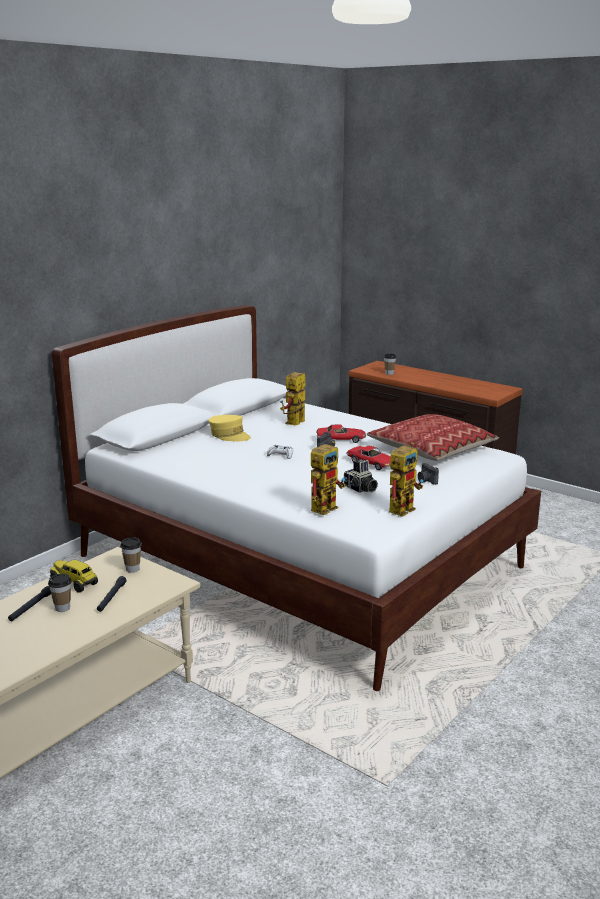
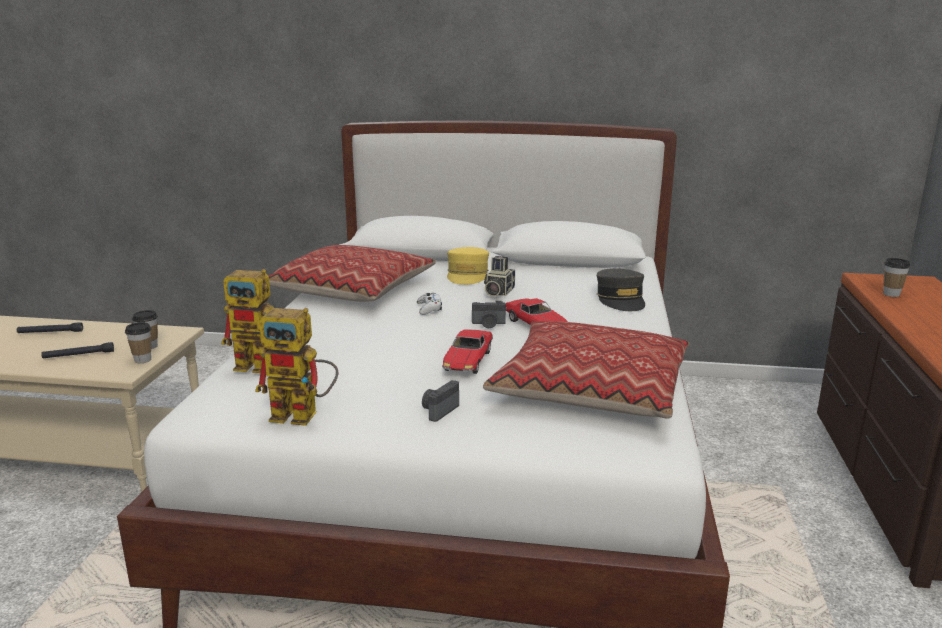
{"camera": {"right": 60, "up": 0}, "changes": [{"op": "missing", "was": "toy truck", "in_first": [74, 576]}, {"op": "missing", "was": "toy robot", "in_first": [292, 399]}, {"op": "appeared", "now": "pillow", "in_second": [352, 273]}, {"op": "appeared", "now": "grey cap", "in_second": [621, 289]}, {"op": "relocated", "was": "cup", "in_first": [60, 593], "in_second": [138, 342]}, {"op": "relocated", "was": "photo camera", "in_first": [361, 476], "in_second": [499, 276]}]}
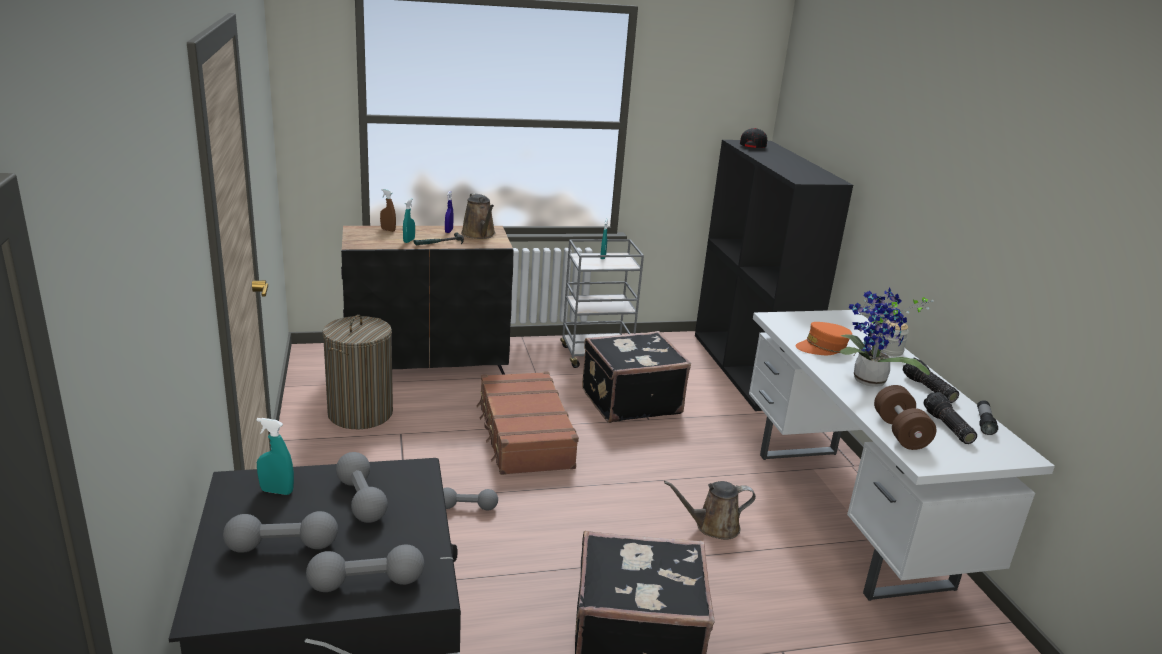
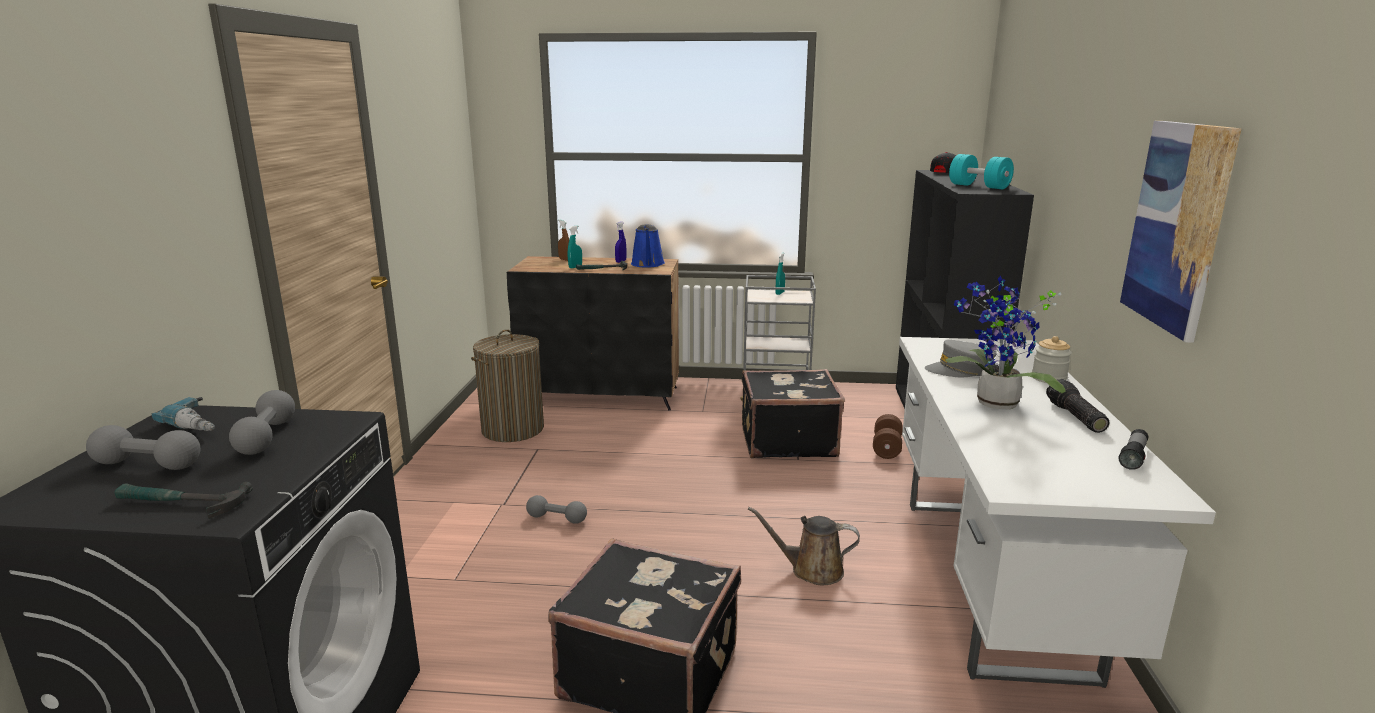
{"camera": {"right": 20, "up": -5}, "changes": [{"op": "missing", "was": "brown suitcase", "in_first": [527, 423]}, {"op": "missing", "was": "flashlight", "in_first": [950, 418]}, {"op": "appeared", "now": "turquoise dumbbell", "in_second": [981, 171]}, {"op": "appeared", "now": "picture", "in_second": [1181, 232]}, {"op": "relocated", "was": "brown dumbbell", "in_first": [905, 417], "in_second": [888, 436]}, {"op": "exchanged", "was": "turquoise spray bottle", "now": "power drill", "in_first": [275, 456], "in_second": [183, 414]}, {"op": "exchanged", "was": "grey dumbbell", "now": "hammer", "in_first": [365, 568], "in_second": [184, 500]}, {"op": "colour", "was": "brown watering can", "now": "blue watering can", "in_first": [478, 216], "in_second": [648, 246]}, {"op": "colour", "was": "orange cap", "now": "grey cap", "in_first": [823, 338], "in_second": [961, 358]}]}
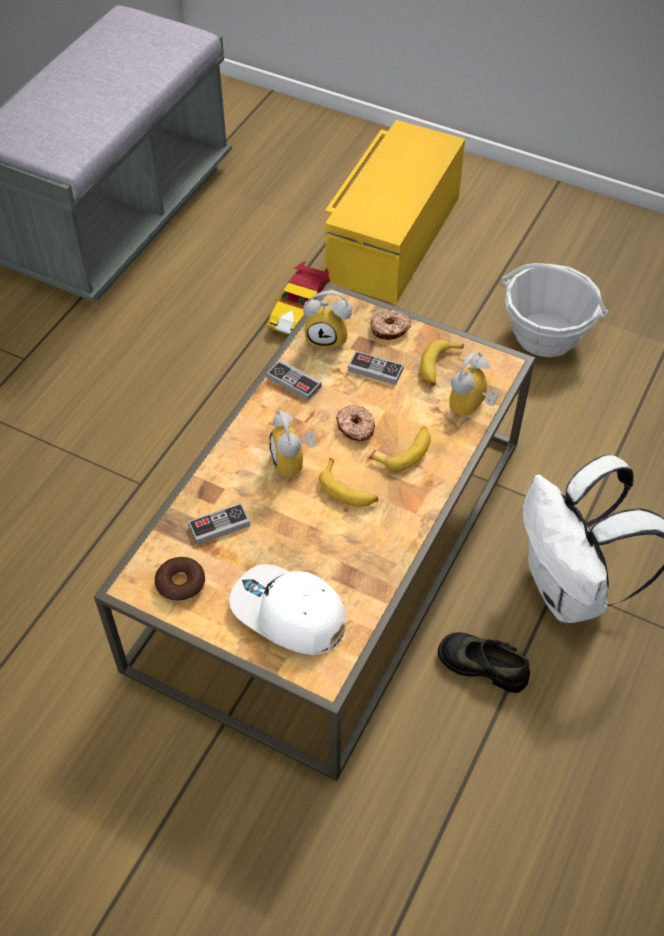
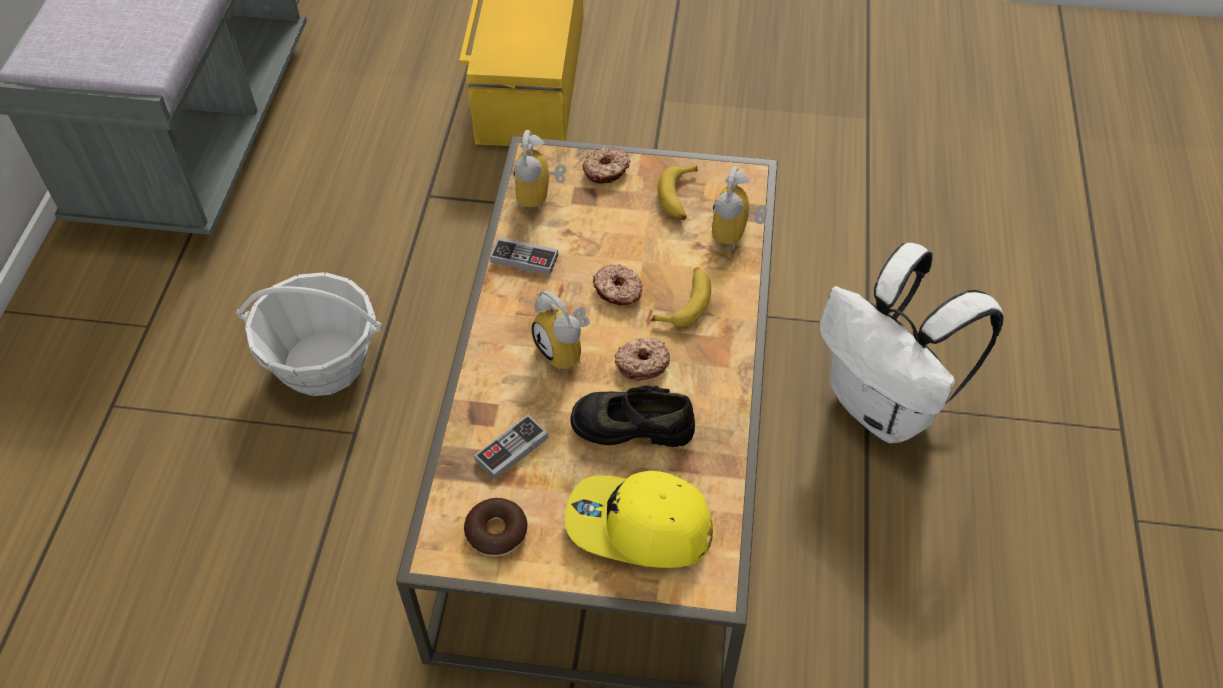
{"camera": {"right": -20, "up": 0}, "changes": [{"op": "missing", "was": "toy car", "in_first": [298, 297]}, {"op": "missing", "was": "game controller", "in_first": [376, 368]}, {"op": "relocated", "was": "black shoe", "in_first": [484, 662], "in_second": [632, 416]}, {"op": "relocated", "was": "basket", "in_first": [555, 310], "in_second": [309, 334]}, {"op": "exchanged", "was": "banana", "now": "donut", "in_first": [348, 482], "in_second": [642, 359]}, {"op": "colour", "was": "white cap", "now": "yellow cap", "in_first": [287, 609], "in_second": [639, 519]}, {"op": "spun", "was": "alarm clock", "in_first": [327, 320], "in_second": [540, 171], "clockwise": 105}]}
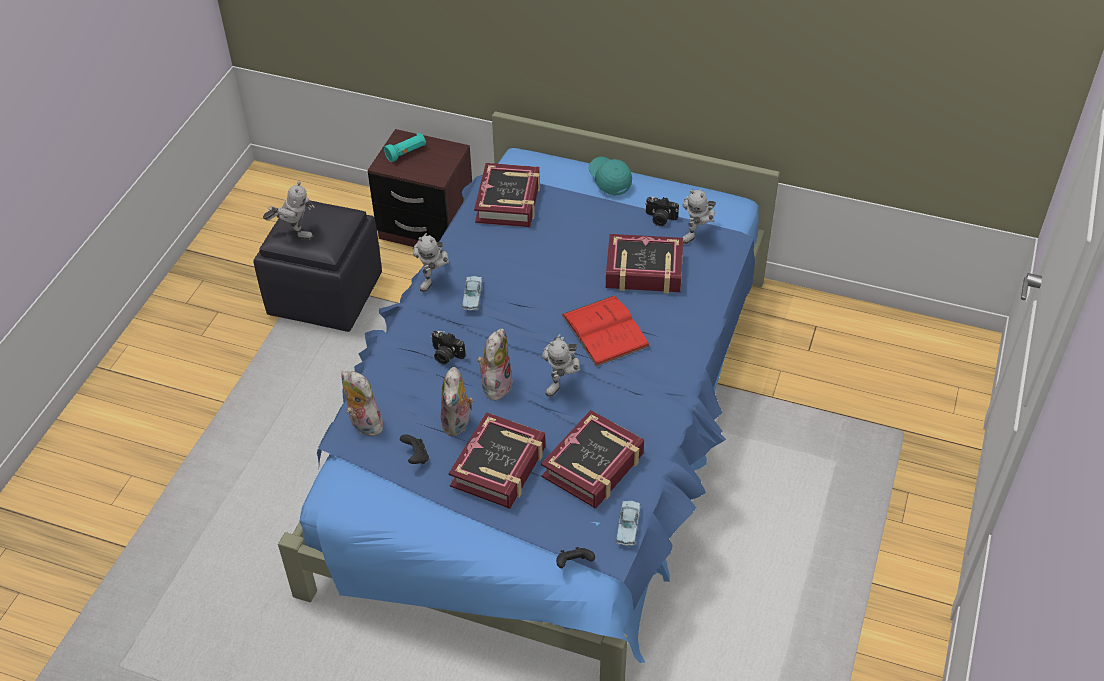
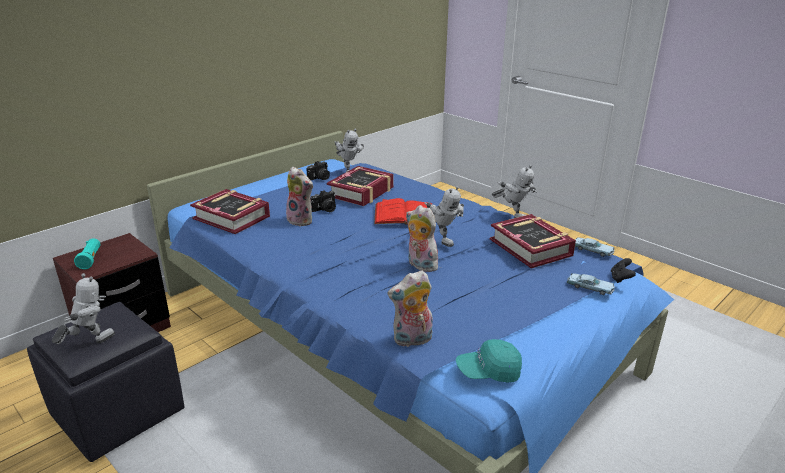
{"camera": {"right": -65, "up": -20}, "changes": [{"op": "missing", "was": "black game controller", "in_first": [414, 449]}, {"op": "missing", "was": "book", "in_first": [497, 460]}, {"op": "relocated", "was": "toy robot", "in_first": [431, 262], "in_second": [514, 191]}, {"op": "relocated", "was": "photo camera", "in_first": [448, 347], "in_second": [323, 201]}, {"op": "relocated", "was": "plush toy", "in_first": [457, 401], "in_second": [299, 196]}, {"op": "relocated", "was": "blue toy car", "in_first": [472, 293], "in_second": [591, 284]}, {"op": "relocated", "was": "turquoise cap", "in_first": [610, 176], "in_second": [489, 361]}]}
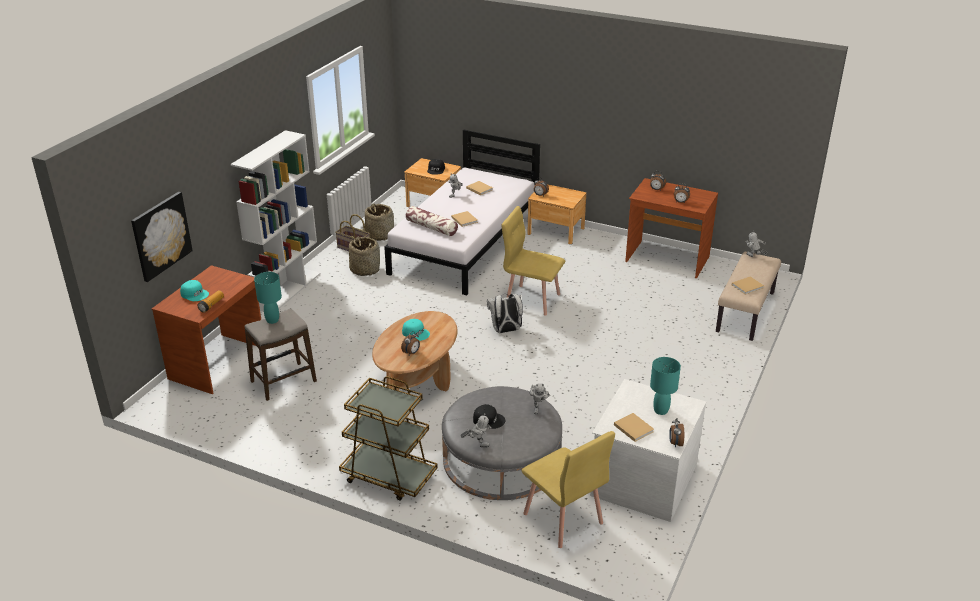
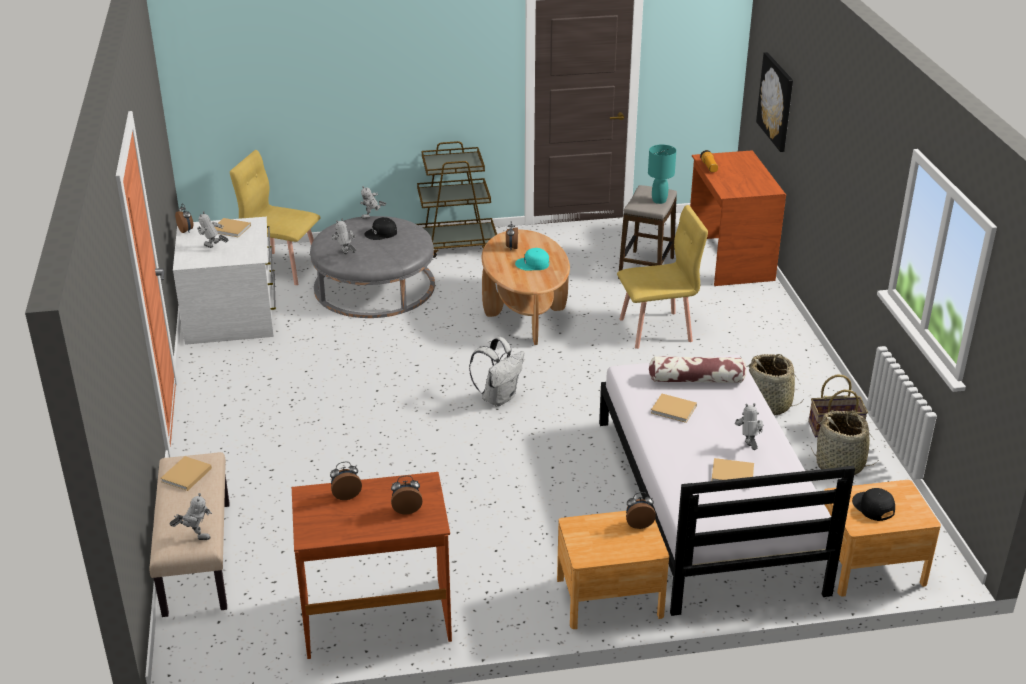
{"camera": {"right": 145, "up": 0}, "changes": [{"op": "missing", "was": "turquoise cap", "in_first": [194, 290]}, {"op": "missing", "was": "white bookcase", "in_first": [276, 221]}, {"op": "relocated", "was": "yellow chair", "in_first": [533, 261], "in_second": [662, 277]}, {"op": "exchanged", "was": "turquoise table lamp", "now": "toy robot", "in_first": [665, 386], "in_second": [213, 229]}]}
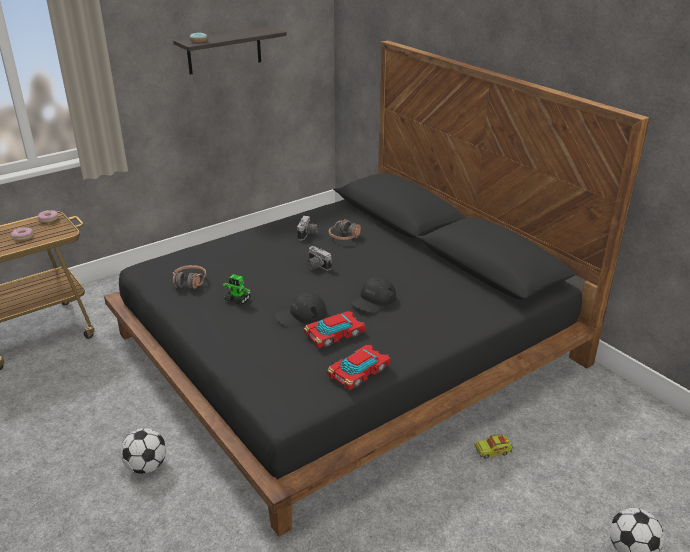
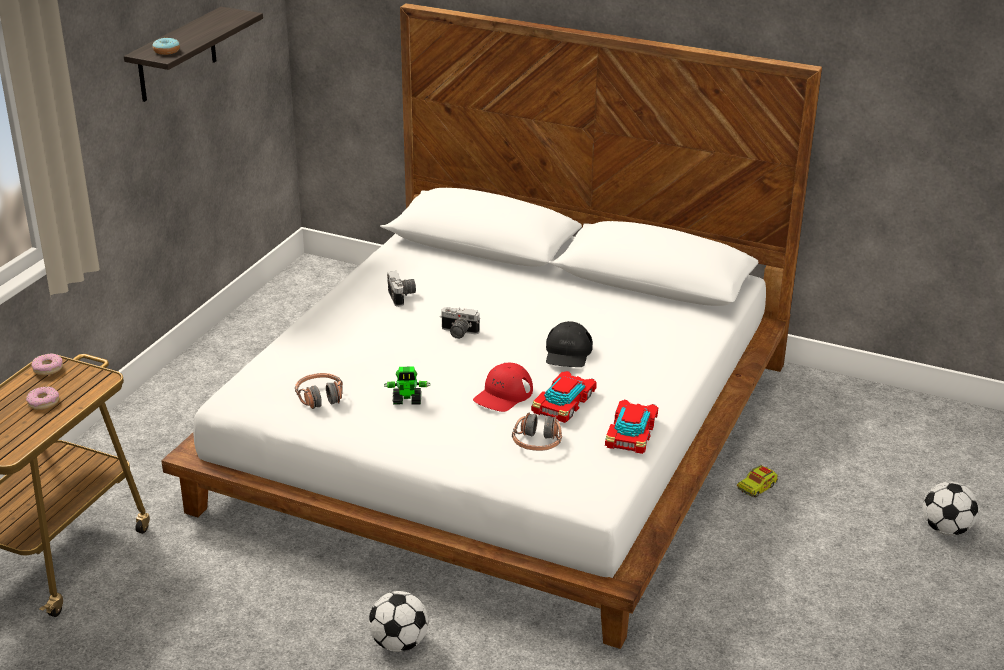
{"camera": {"right": -30, "up": 0}, "changes": [{"op": "relocated", "was": "headphones", "in_first": [345, 229], "in_second": [537, 432]}, {"op": "colour", "was": "black bed", "now": "white bed", "in_first": [376, 288], "in_second": [491, 326]}, {"op": "colour", "was": "black cap", "now": "red cap", "in_first": [301, 310], "in_second": [503, 387]}]}
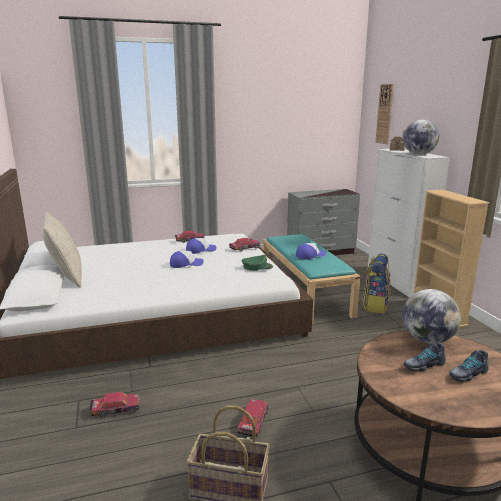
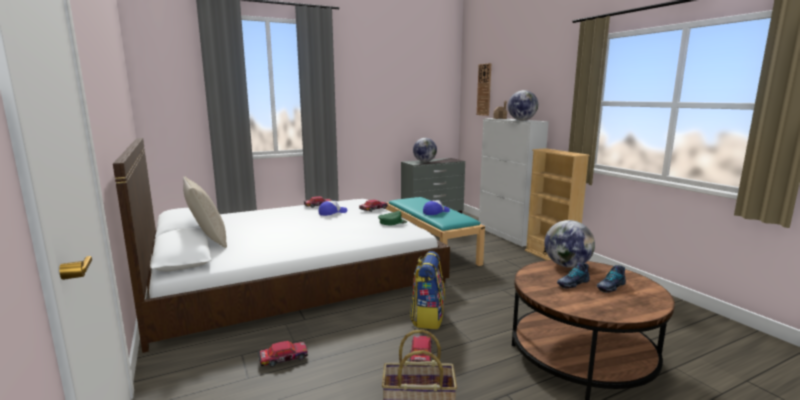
{"camera": {"right": -10, "up": -5}, "changes": [{"op": "missing", "was": "cap", "in_first": [187, 259]}, {"op": "appeared", "now": "globe", "in_second": [425, 150]}, {"op": "relocated", "was": "backpack", "in_first": [376, 283], "in_second": [427, 290]}]}
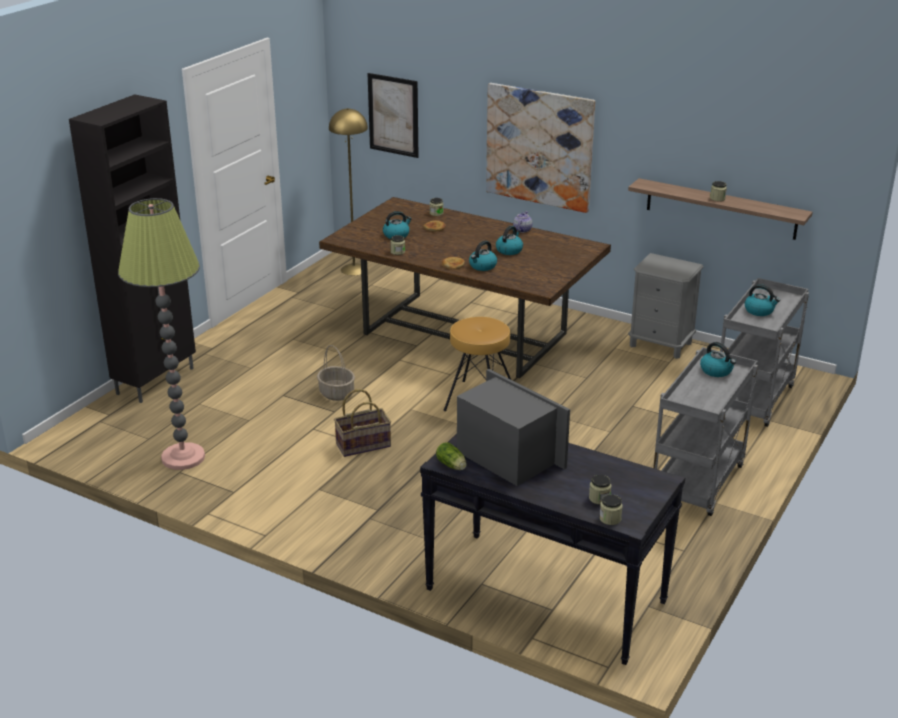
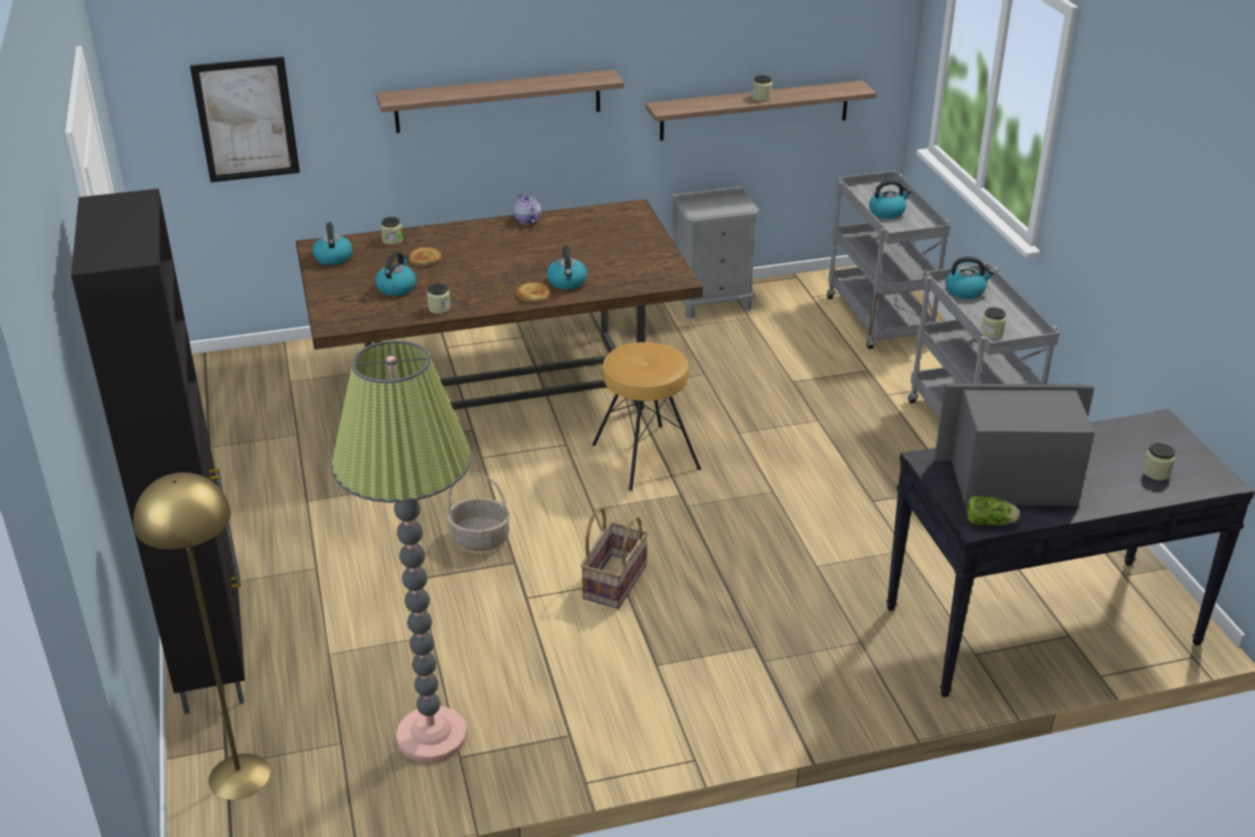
{"camera": {"right": -45, "up": 5}, "changes": [{"op": "relocated", "was": "yellow floor lamp", "in_first": [348, 191], "in_second": [201, 636]}, {"op": "relocated", "was": "kettle", "in_first": [509, 240], "in_second": [332, 243]}, {"op": "relocated", "was": "jar", "in_first": [611, 509], "in_second": [993, 322]}, {"op": "exchanged", "was": "picture", "now": "shelf", "in_first": [540, 148], "in_second": [500, 101]}]}
